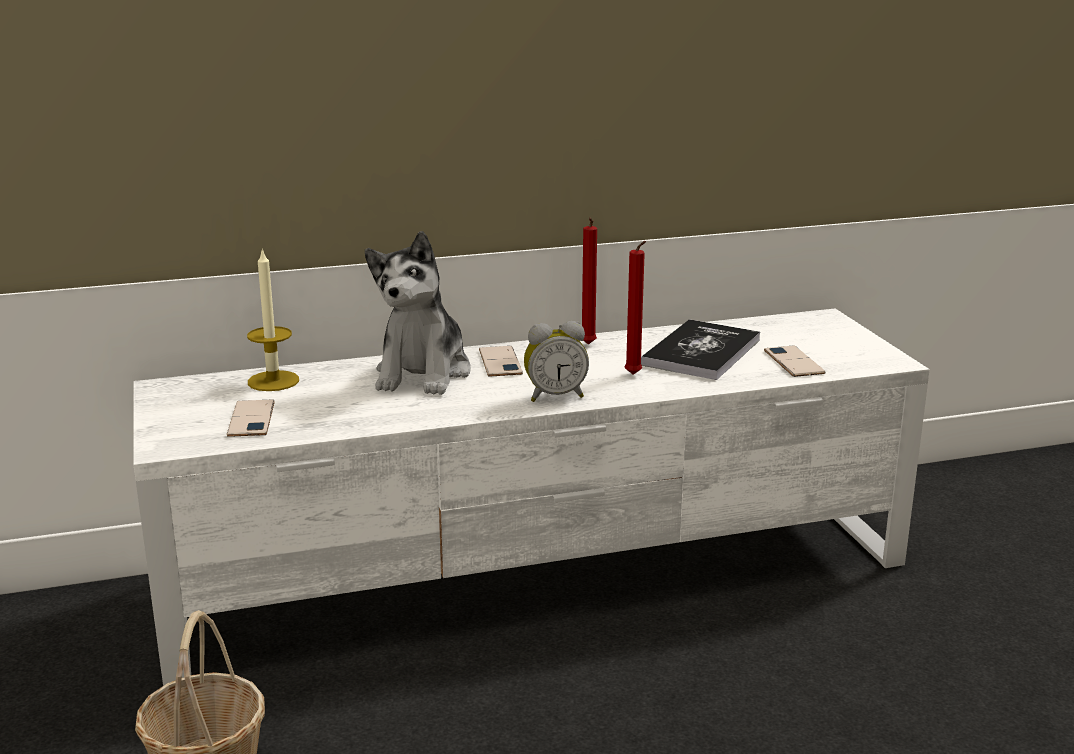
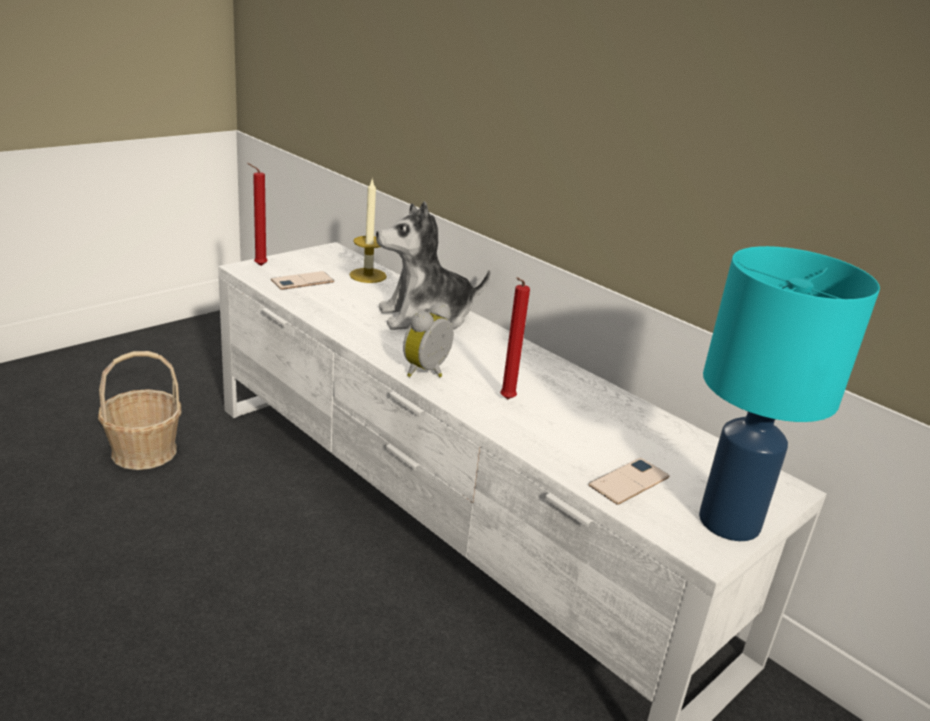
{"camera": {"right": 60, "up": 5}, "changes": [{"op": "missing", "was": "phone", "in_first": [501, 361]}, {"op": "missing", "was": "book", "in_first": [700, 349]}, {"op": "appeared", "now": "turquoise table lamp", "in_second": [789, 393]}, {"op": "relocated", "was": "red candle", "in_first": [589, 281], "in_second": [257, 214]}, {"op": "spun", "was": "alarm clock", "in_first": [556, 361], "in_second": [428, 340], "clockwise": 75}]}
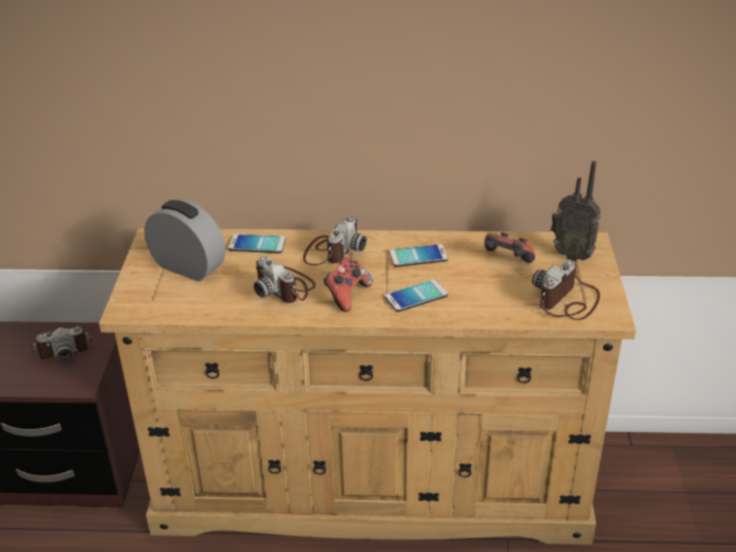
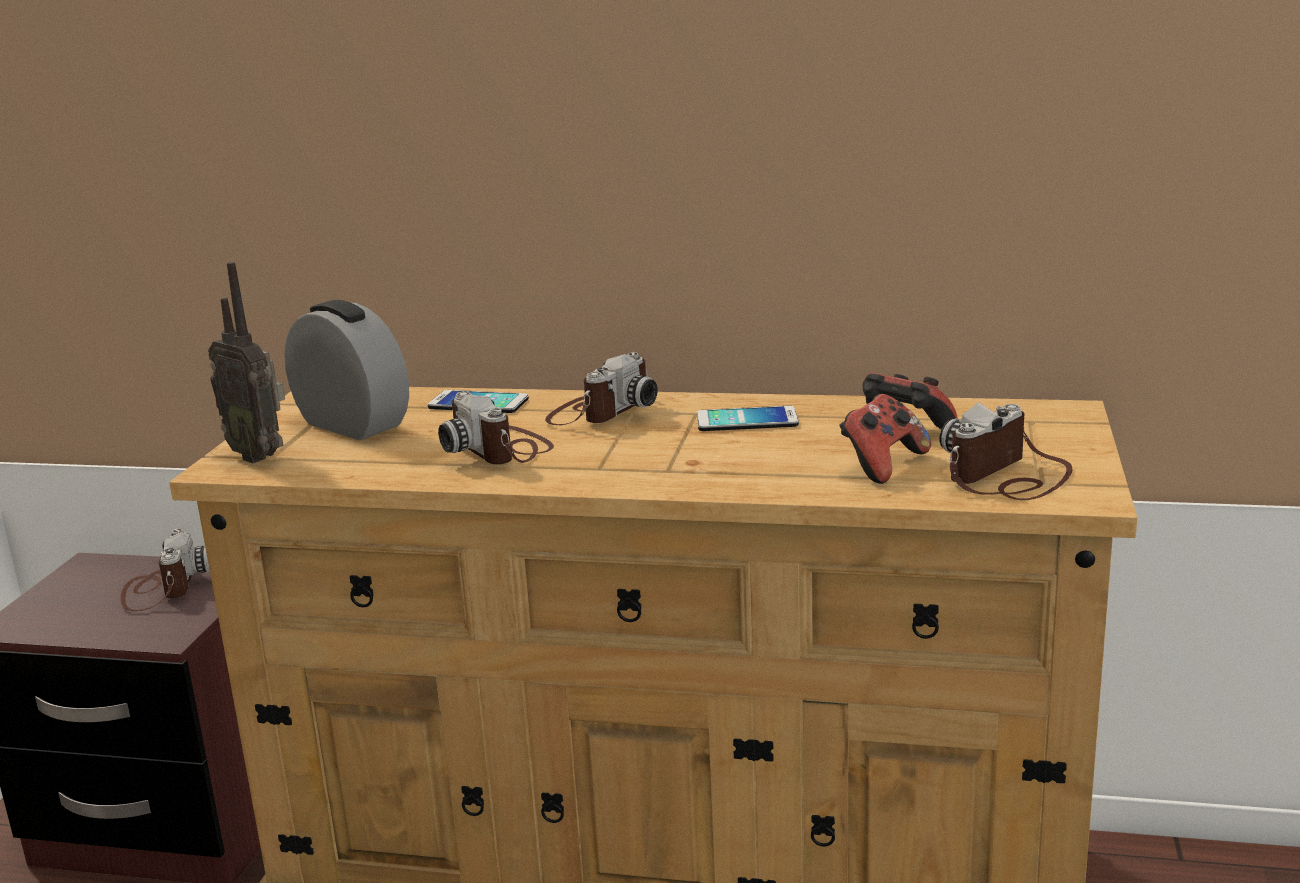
{"camera": {"right": 10, "up": -15}, "changes": [{"op": "missing", "was": "phone", "in_first": [416, 295]}, {"op": "relocated", "was": "game controller", "in_first": [348, 284], "in_second": [885, 439]}, {"op": "relocated", "was": "radio", "in_first": [576, 211], "in_second": [246, 362]}, {"op": "spun", "was": "photo camera", "in_first": [60, 343], "in_second": [165, 569], "clockwise": -90}]}
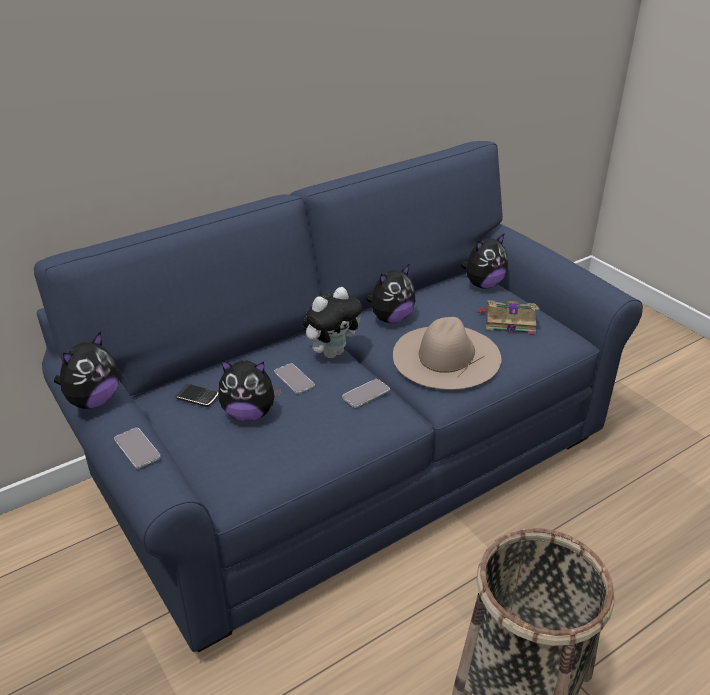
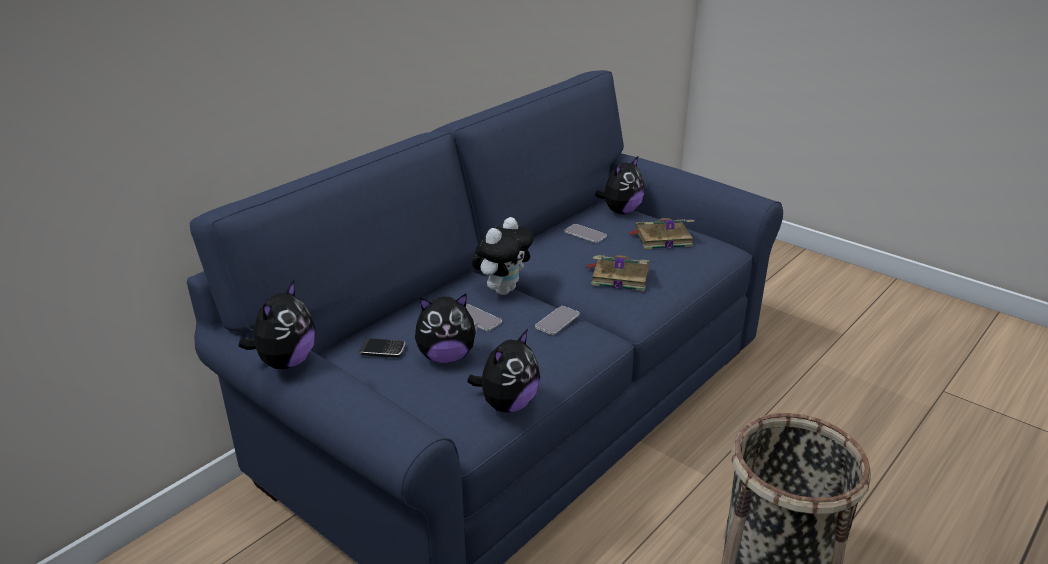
{"camera": {"right": -15, "up": -5}, "changes": [{"op": "relocated", "was": "phone", "in_first": [137, 448], "in_second": [585, 233]}, {"op": "relocated", "was": "plush toy", "in_first": [390, 293], "in_second": [503, 370]}, {"op": "exchanged", "was": "beige hat", "now": "book", "in_first": [447, 353], "in_second": [617, 273]}]}
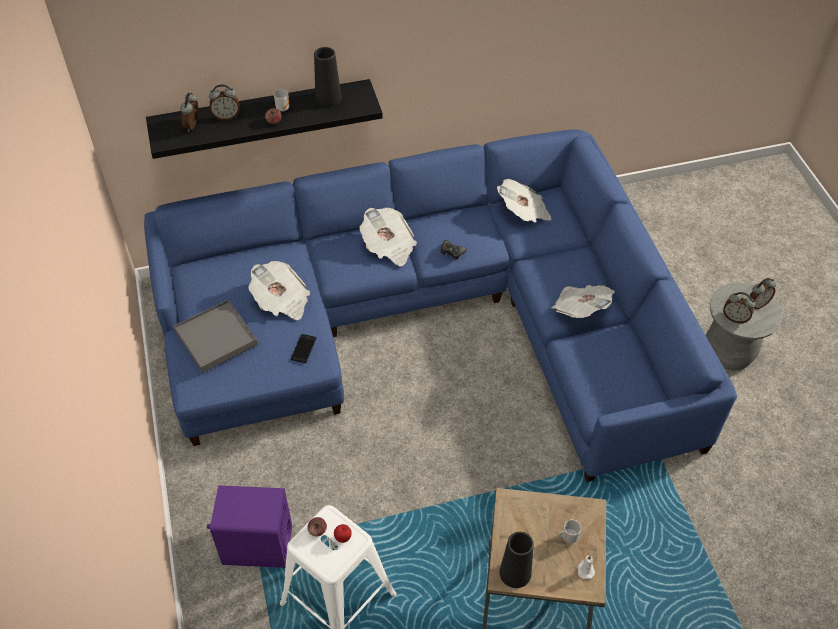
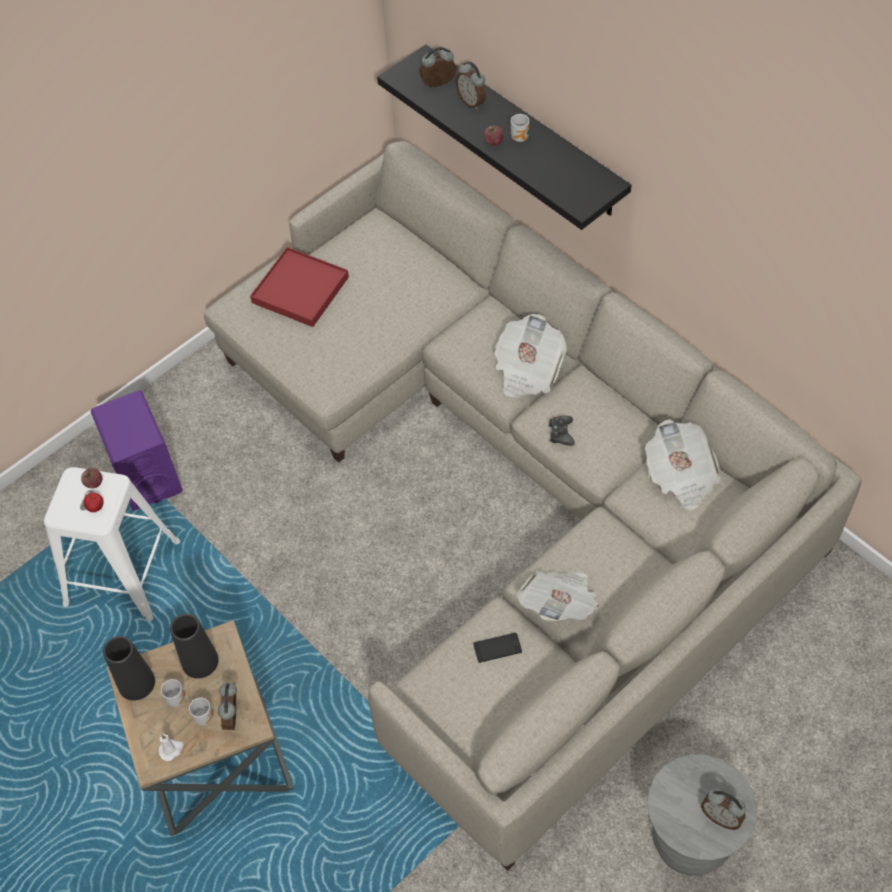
{"camera": {"right": 65, "up": 5}, "changes": [{"op": "missing", "was": "newspaper", "in_first": [279, 290]}, {"op": "appeared", "now": "mug", "in_second": [173, 693]}, {"op": "relocated", "was": "phone", "in_first": [303, 348], "in_second": [497, 648]}, {"op": "relocated", "was": "black vase", "in_first": [328, 77], "in_second": [194, 646]}, {"op": "relocated", "was": "alarm clock", "in_first": [739, 307], "in_second": [227, 706]}, {"op": "colour", "was": "blue sofa", "now": "beige sofa", "in_first": [440, 305], "in_second": [533, 506]}, {"op": "colour", "was": "grey tray", "now": "red tray", "in_first": [216, 336], "in_second": [299, 287]}]}
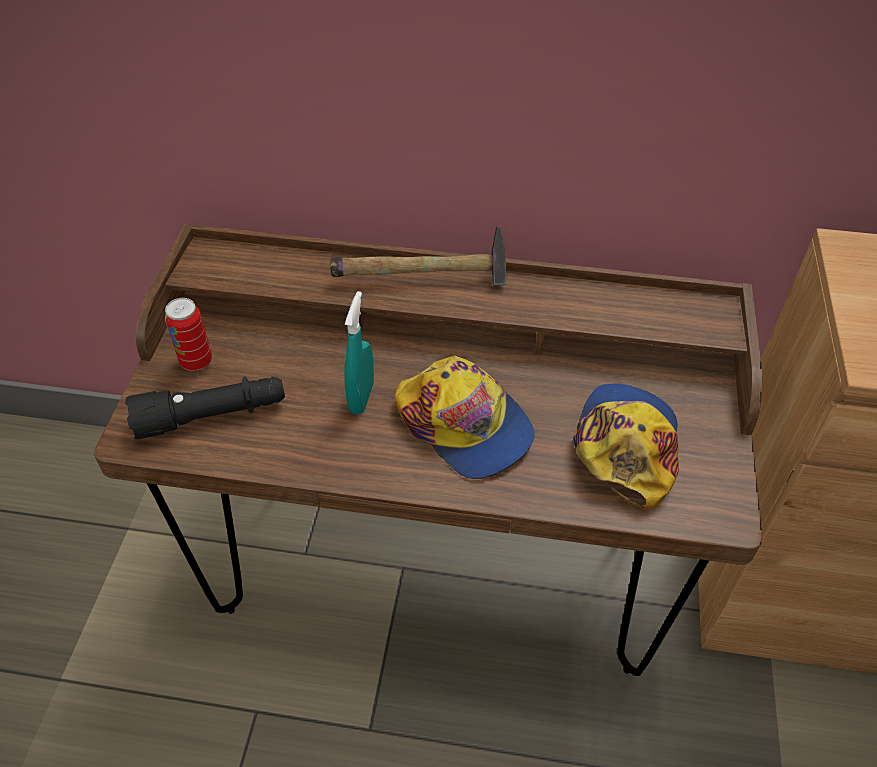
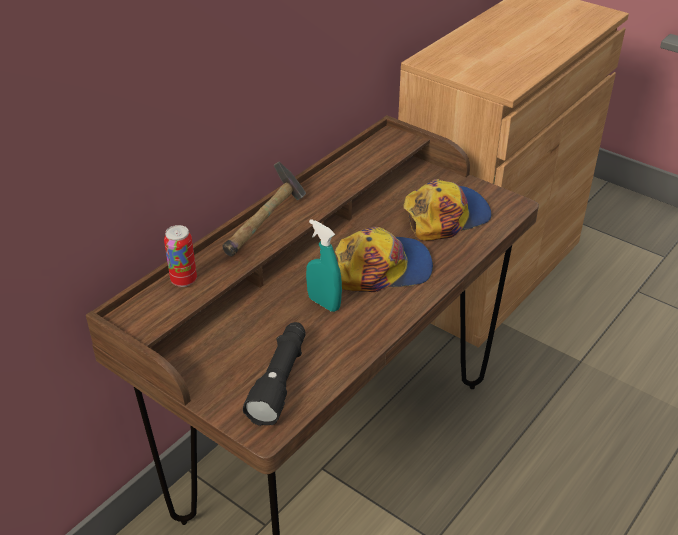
{"camera": {"right": -60, "up": -10}, "changes": [{"op": "relocated", "was": "can", "in_first": [188, 334], "in_second": [180, 256]}, {"op": "spun", "was": "cap", "in_first": [626, 447], "in_second": [447, 210], "clockwise": 105}]}
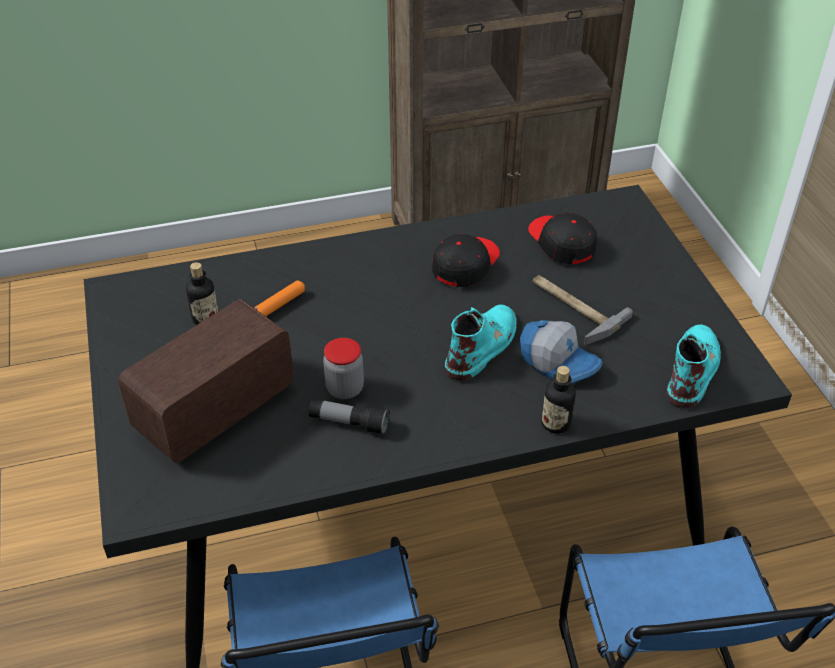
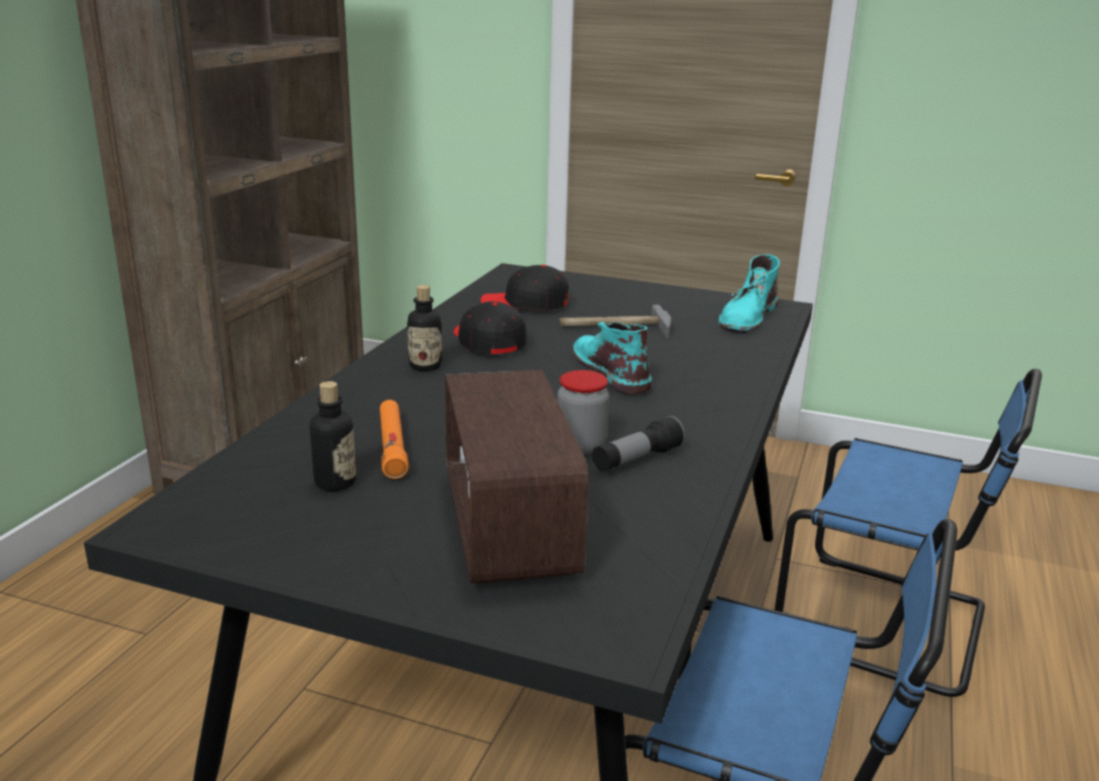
{"camera": {"right": -55, "up": -20}, "changes": [{"op": "missing", "was": "cap", "in_first": [561, 352]}, {"op": "relocated", "was": "bottle", "in_first": [559, 400], "in_second": [424, 328]}, {"op": "spun", "was": "turquoise boot", "in_first": [693, 366], "in_second": [749, 293], "clockwise": -120}]}
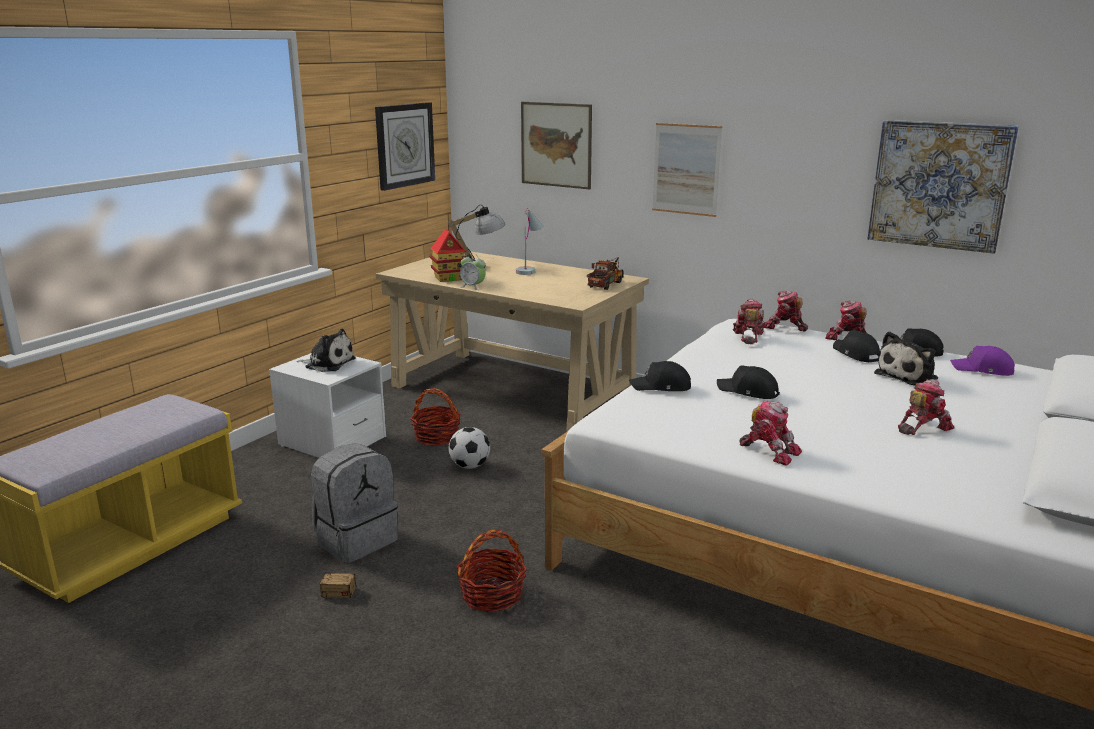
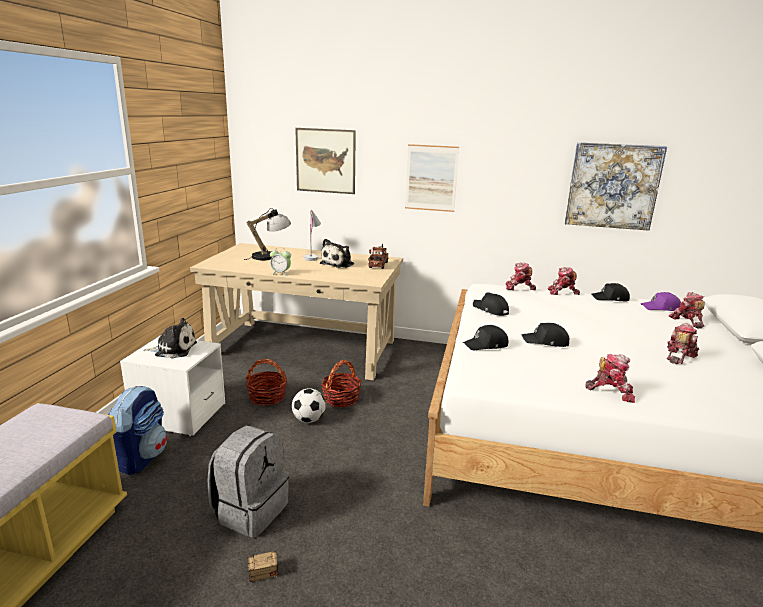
{"camera": {"right": -20, "up": 0}, "changes": [{"op": "missing", "was": "wall clock", "in_first": [405, 146]}, {"op": "missing", "was": "toy house", "in_first": [447, 255]}, {"op": "appeared", "now": "backpack", "in_second": [137, 430]}, {"op": "relocated", "was": "basket", "in_first": [492, 570], "in_second": [341, 383]}, {"op": "relocated", "was": "toy robot", "in_first": [749, 321], "in_second": [687, 310]}, {"op": "relocated", "was": "black cap", "in_first": [856, 346], "in_second": [491, 304]}, {"op": "relocated", "was": "plush toy", "in_first": [906, 358], "in_second": [337, 253]}]}
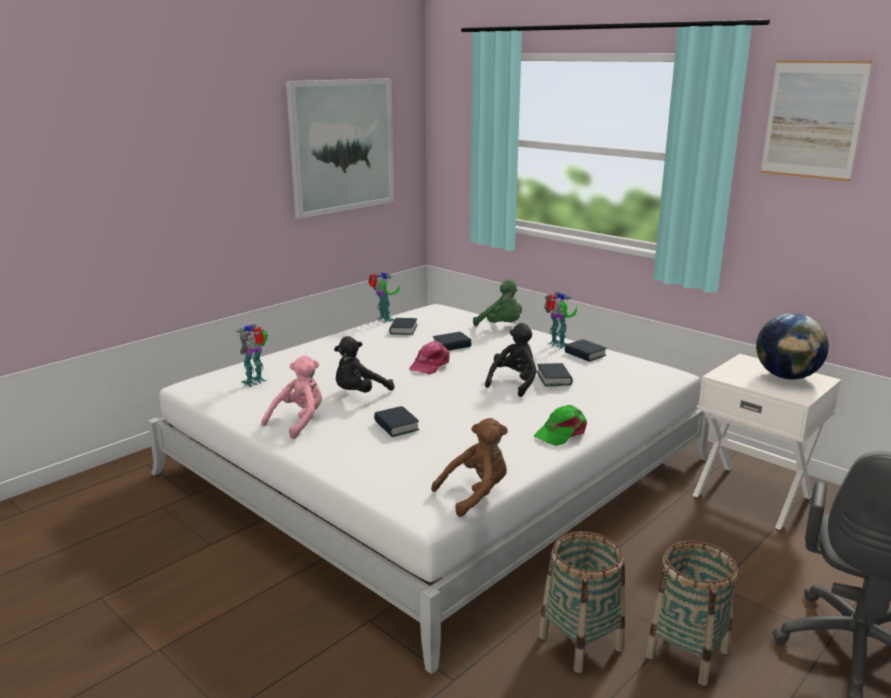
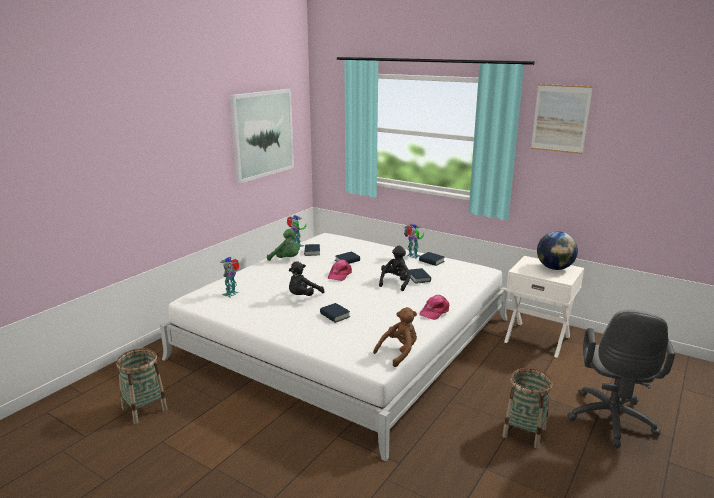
{"camera": {"right": -10, "up": 0}, "changes": [{"op": "missing", "was": "pink plush toy", "in_first": [291, 397]}, {"op": "relocated", "was": "green plush toy", "in_first": [497, 302], "in_second": [283, 245]}, {"op": "relocated", "was": "basket", "in_first": [581, 602], "in_second": [142, 386]}, {"op": "colour", "was": "green cap", "now": "pink cap", "in_first": [560, 425], "in_second": [434, 307]}]}
